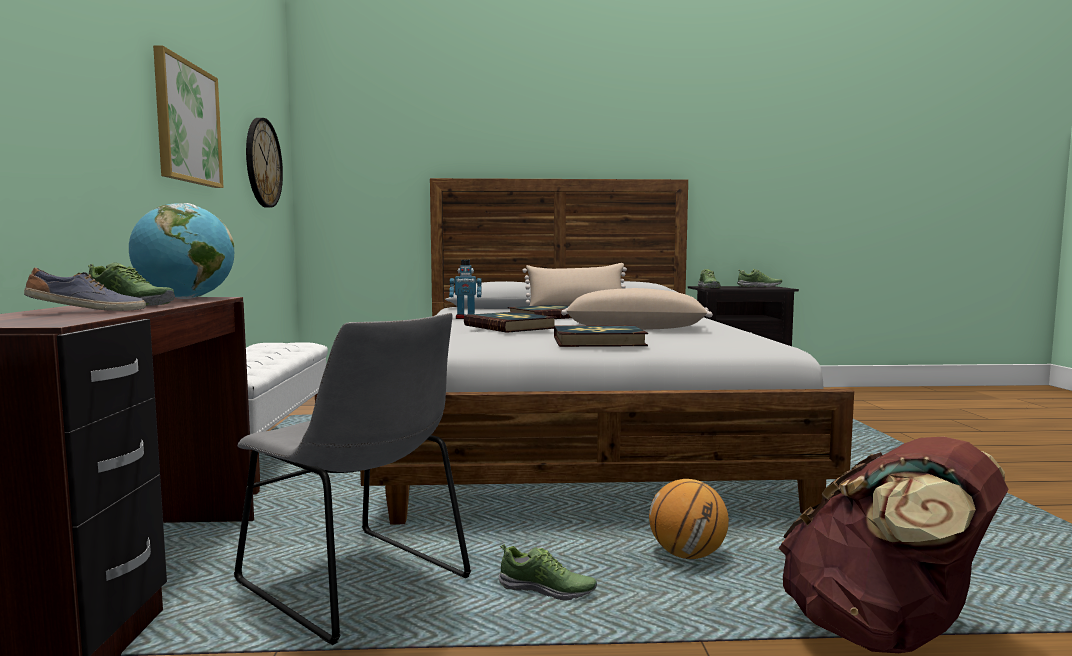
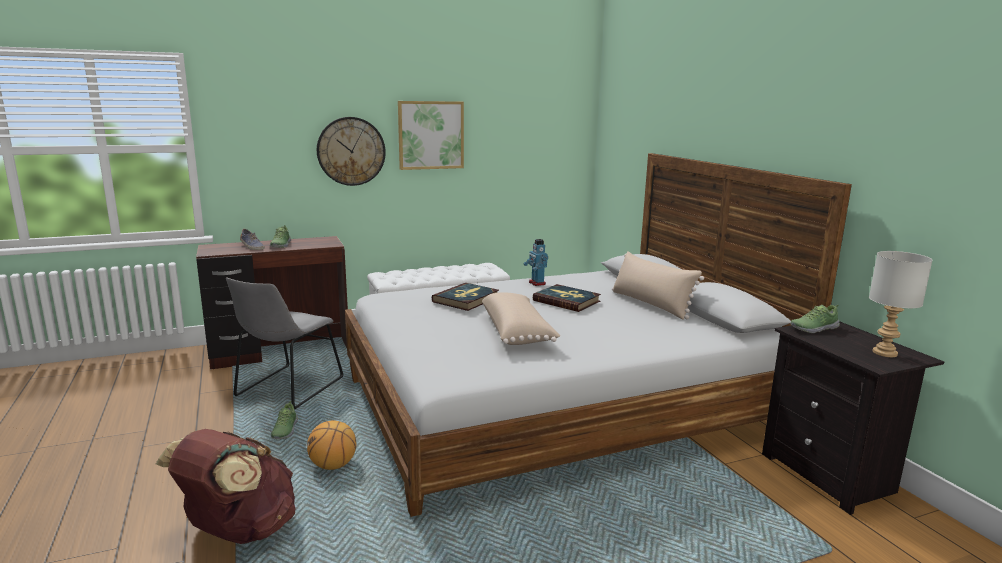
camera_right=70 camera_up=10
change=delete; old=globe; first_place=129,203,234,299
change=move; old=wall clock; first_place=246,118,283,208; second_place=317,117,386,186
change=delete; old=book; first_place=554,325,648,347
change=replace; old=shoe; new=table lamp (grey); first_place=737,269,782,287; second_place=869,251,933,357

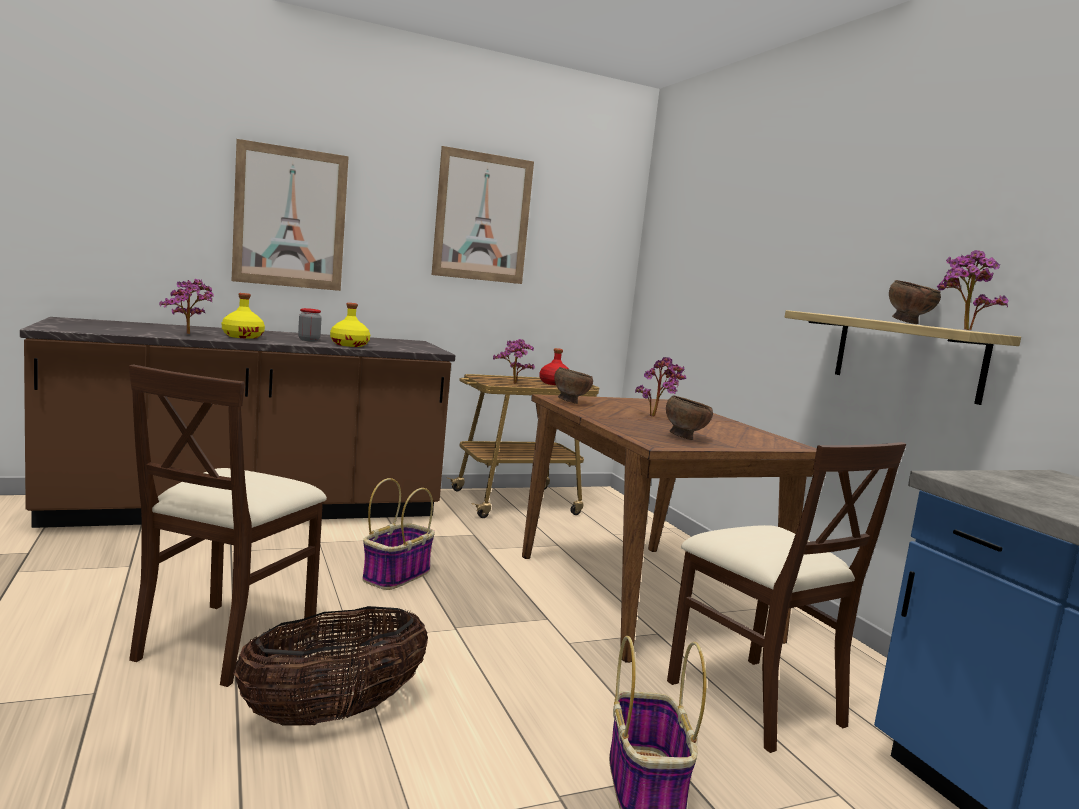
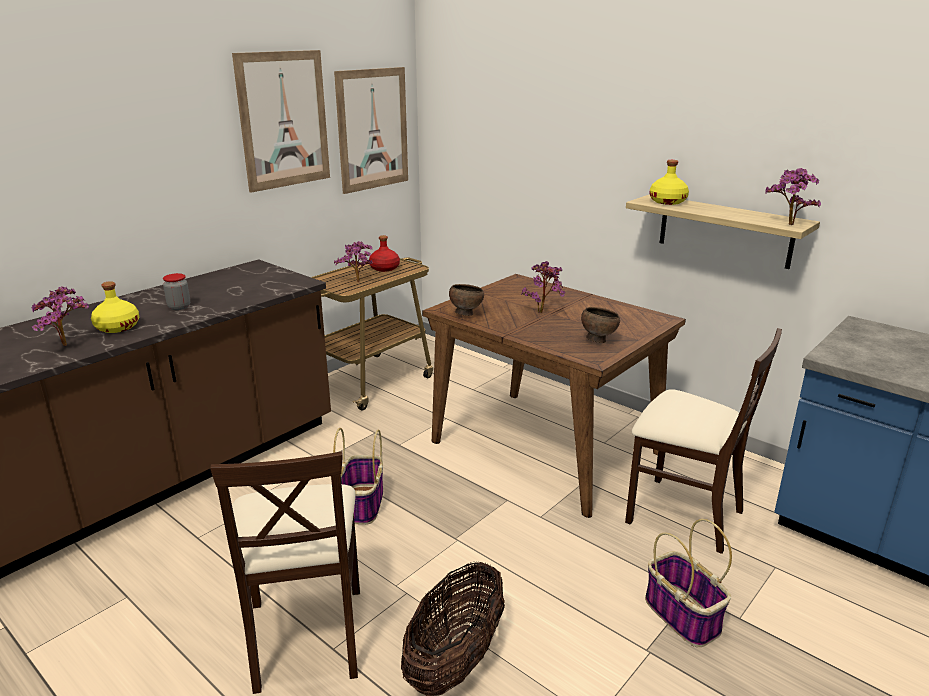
camera_right=-25 camera_up=15
change=move; old=picture; first_place=232,139,349,291; second_place=334,67,408,194
change=move; old=bottle (yellow); first_place=330,303,370,347; second_place=649,160,689,205
change=delete; old=bowl (brown); first_place=889,280,941,324

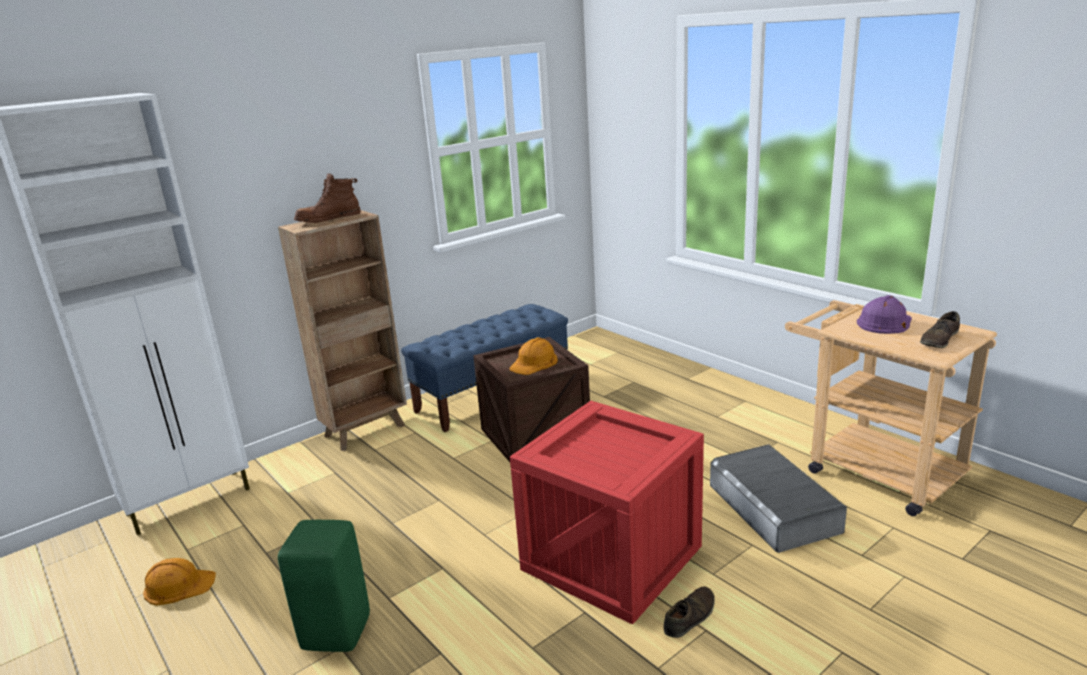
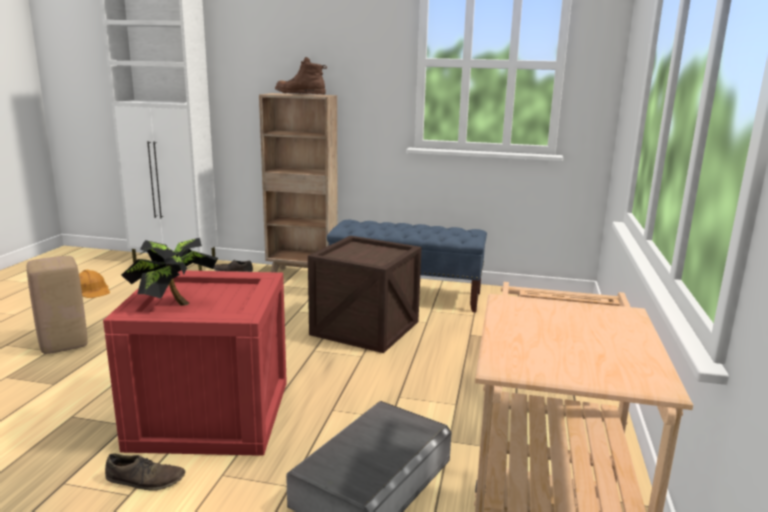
camera_right=50 camera_up=-5
change=recolor; old=stool (green); new=stool (beige); first_place=278,520,370,652; second_place=27,256,88,354
change=delete; old=hard hat (orange); first_place=510,337,558,375
change=delete; old=hard hat (purple); first_place=857,295,912,334
change=move; old=shoe (brown); first_place=920,311,960,348; second_place=213,260,253,272
change=insert; new=potted plant; second_place=121,238,218,306

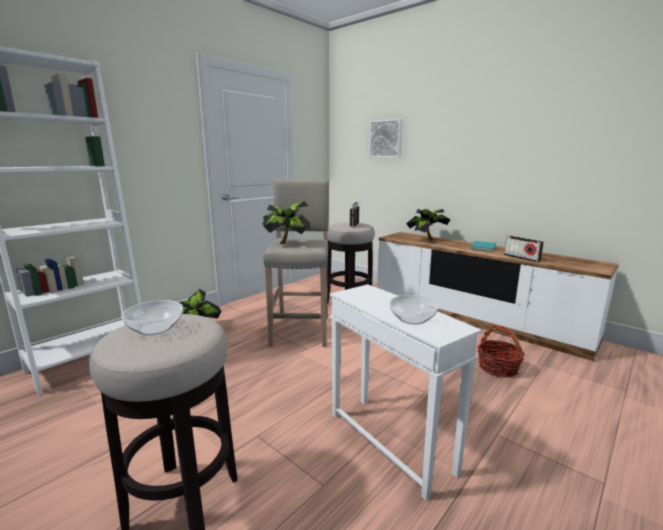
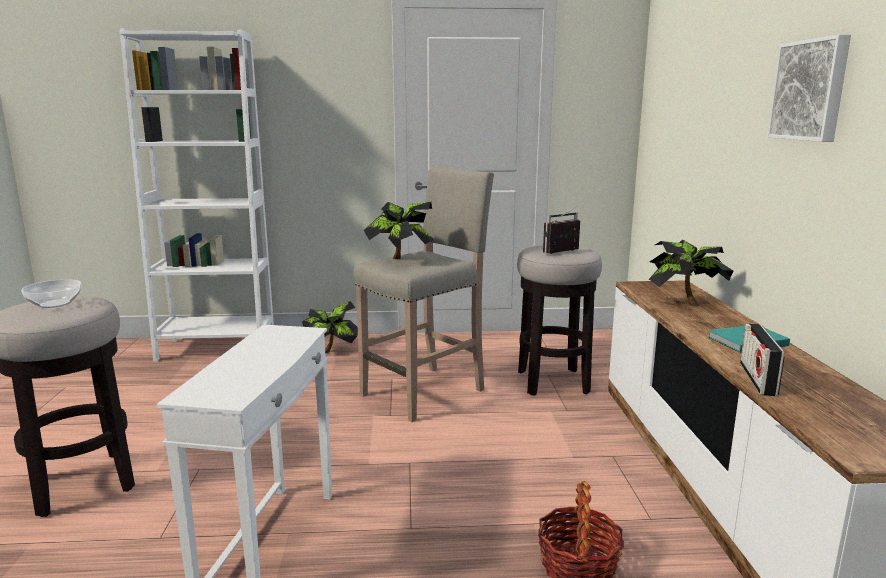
camera_right=45 camera_up=0
change=move; old=picture; first_place=369,119,403,157; second_place=767,34,851,142
change=delete; old=bowl; first_place=389,295,439,325

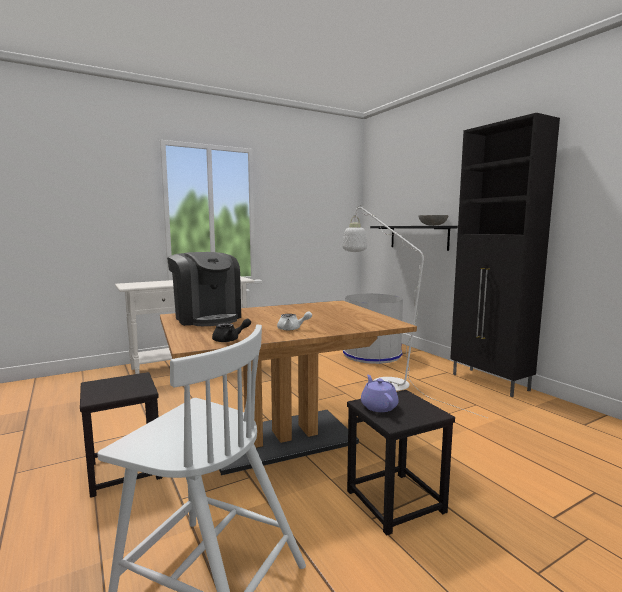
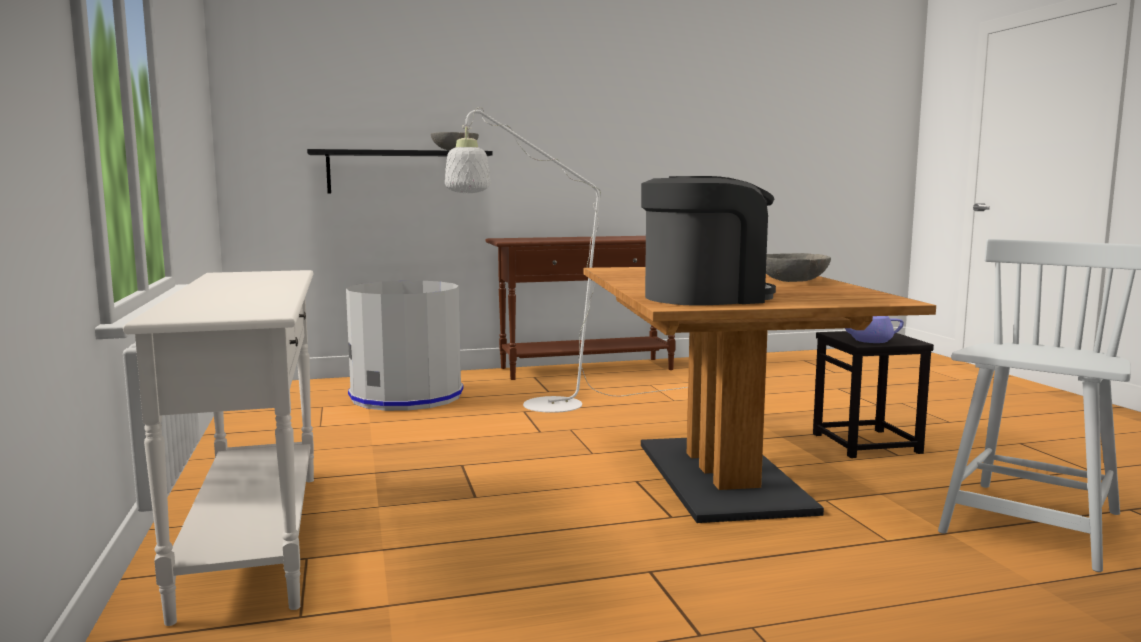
camera_right=-75 camera_up=0
change=delete; old=stool (black); first_place=80,372,162,498
change=delete; old=teapot (black); first_place=212,318,251,342
change=replace; old=teapot (white); new=bowl (grey); first_place=277,311,312,330; second_place=766,253,831,282
change=replace; old=cabinet (black); new=console table (brown); first_place=450,113,560,397; second_place=486,236,676,380

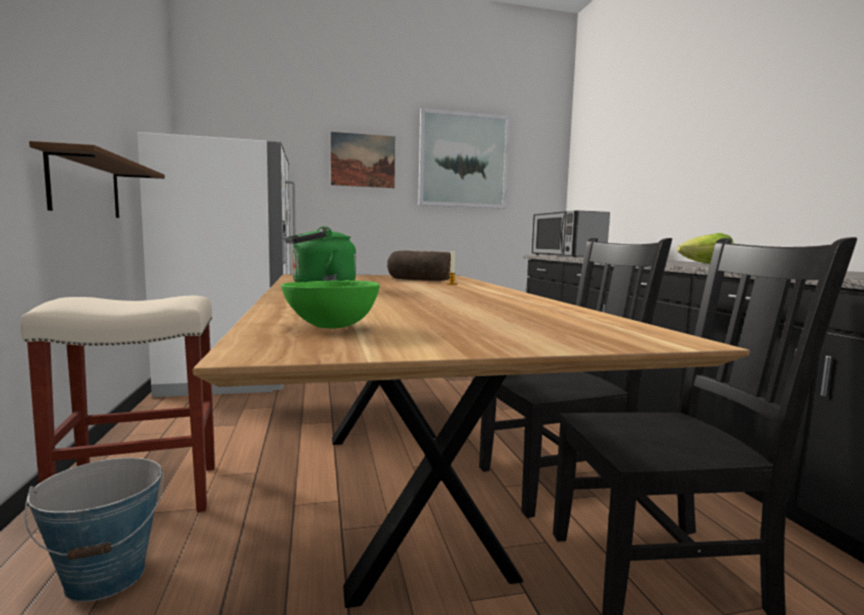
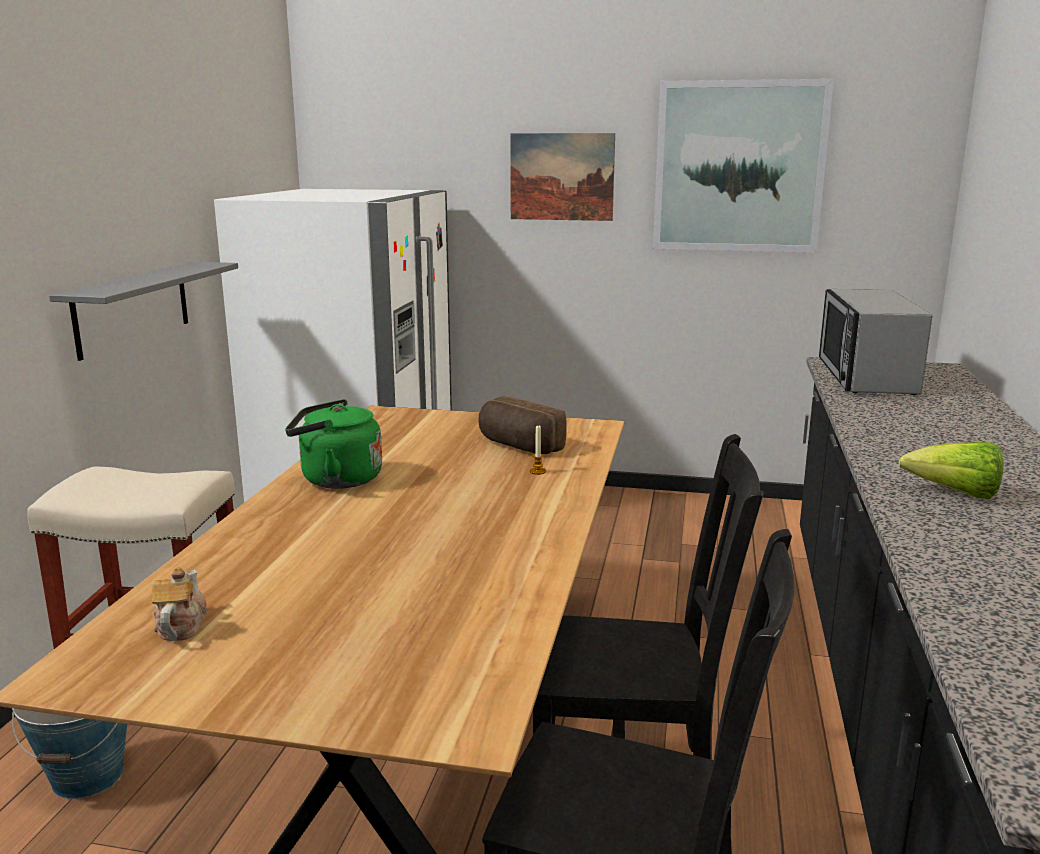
camera_right=25 camera_up=10
change=recolor; old=shelf (brown); new=shelf (grey); first_place=29,141,165,218; second_place=49,262,238,361
change=replace; old=bowl (green); new=teapot; first_place=281,280,380,328; second_place=151,567,208,641

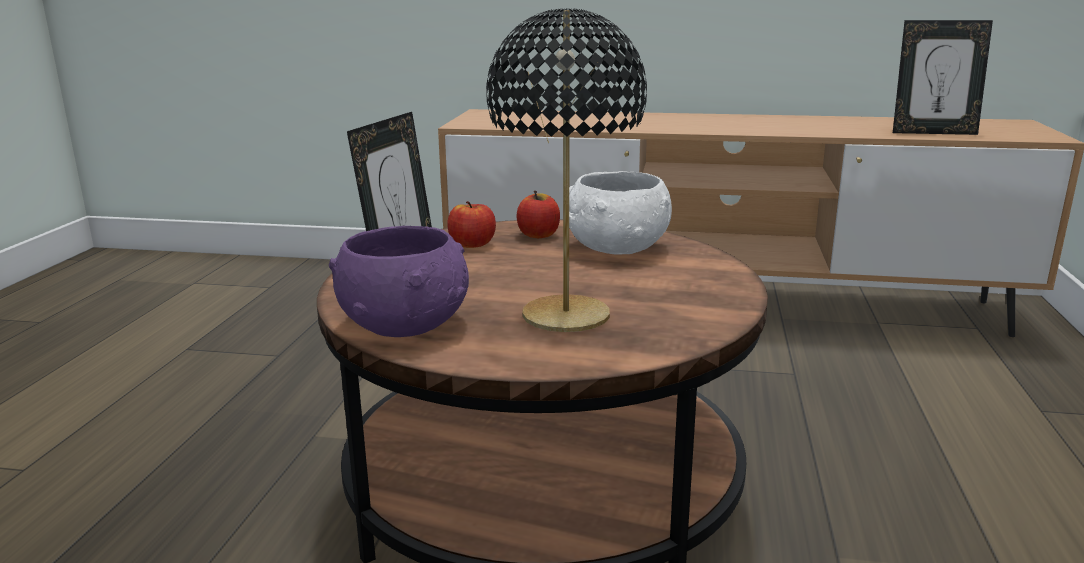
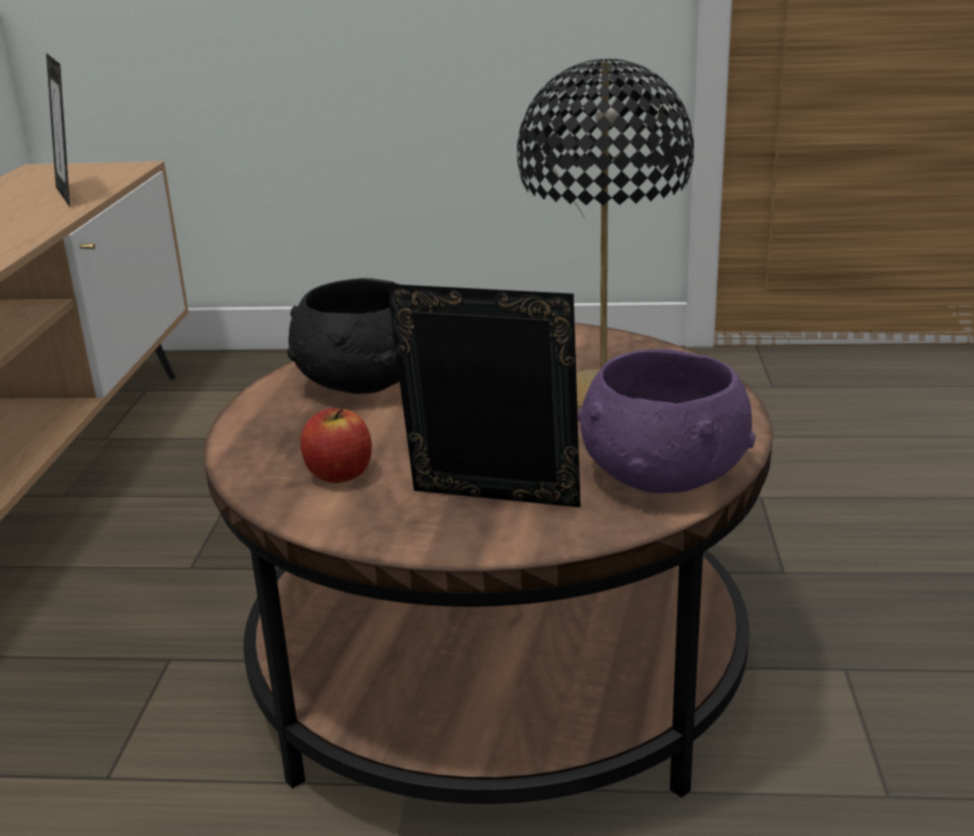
camera_right=-95 camera_up=5
change=delete; old=apple; first_place=517,191,560,238
change=recolor; old=bowl (white); new=bowl (black); first_place=569,171,672,255; second_place=287,278,401,394
change=rotate; old=picture frame; first_place=893,20,993,135; second_place=46,53,70,207; degrees=150

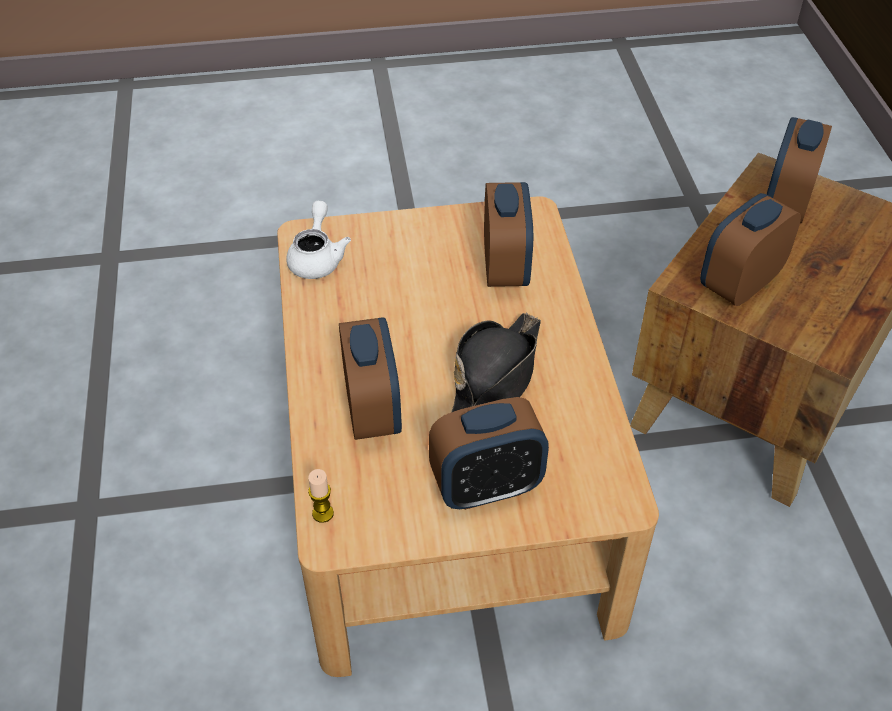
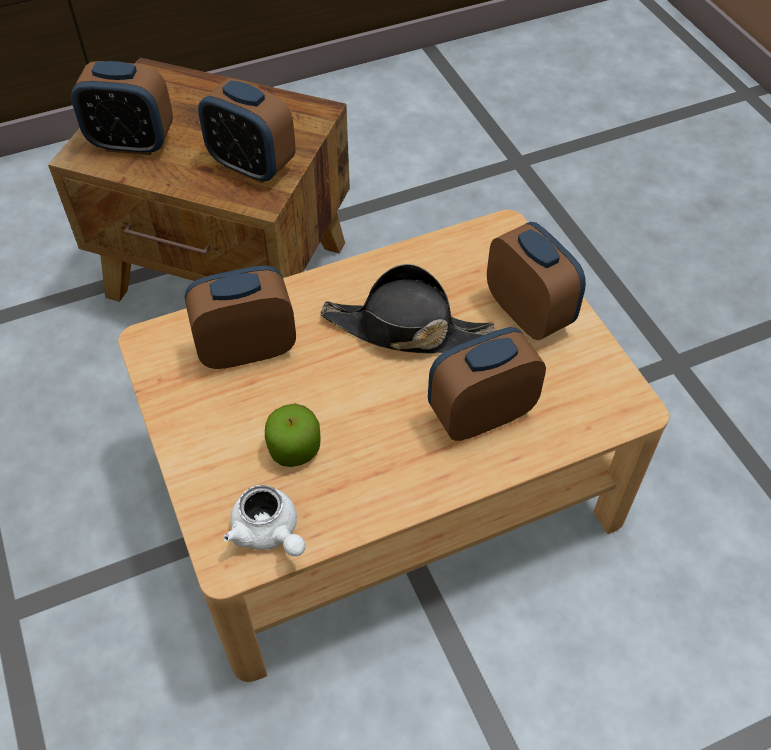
camera_right=-105 camera_up=5
change=rotate; old=teapot (white); first_place=286,201,351,279; second_place=223,485,305,556; degrees=-120
change=delete; old=candle; first_place=308,469,334,523
change=insert; new=apple; second_place=265,404,321,467

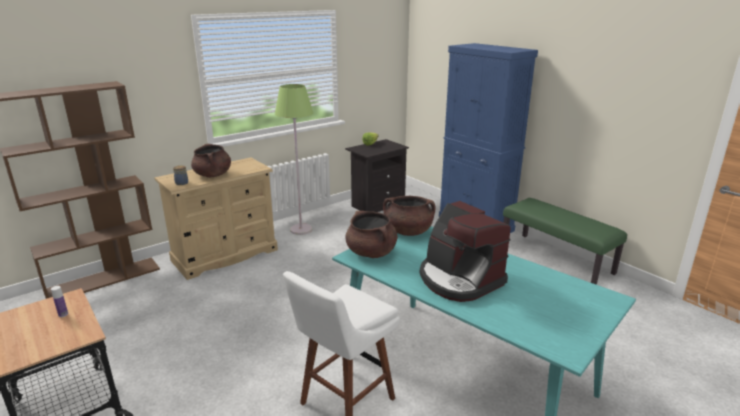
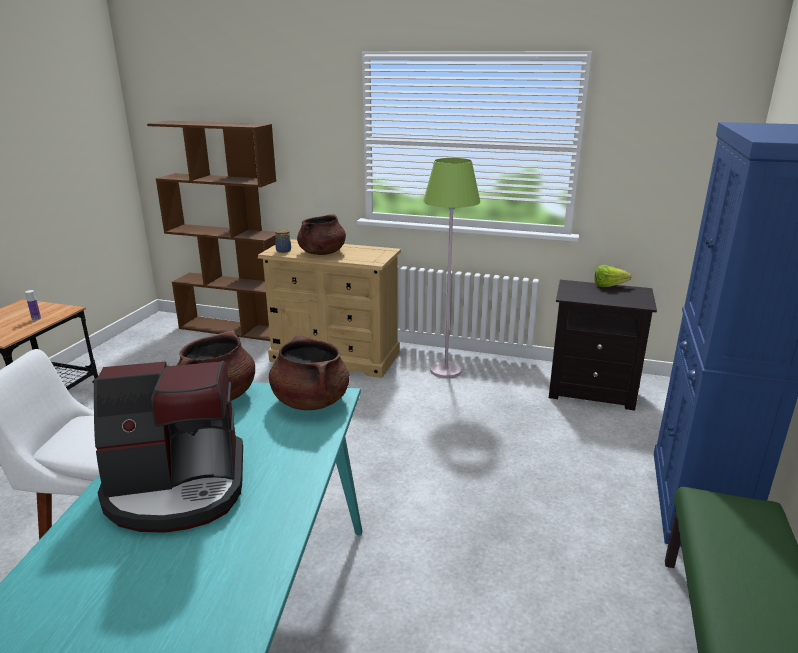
camera_right=55 camera_up=0
change=rotate; old=coffee machine; first_place=420,201,511,302; second_place=94,361,243,533; degrees=-120

